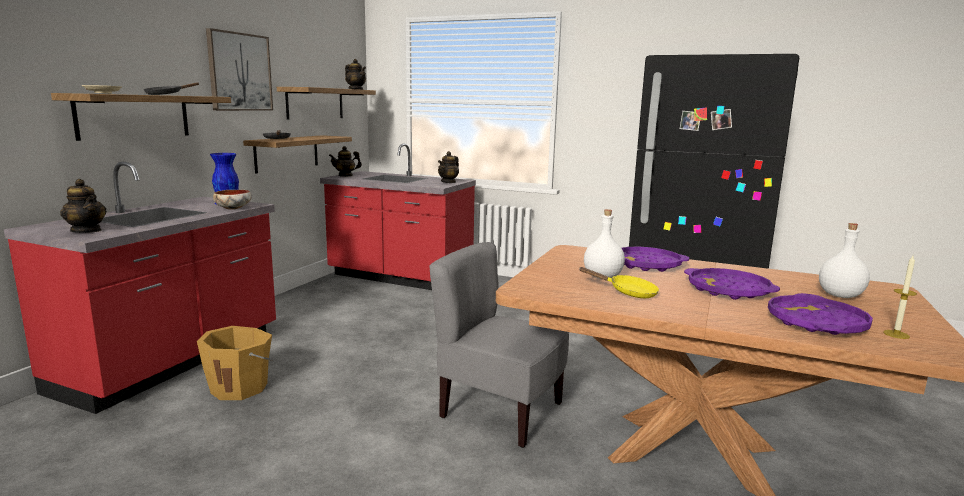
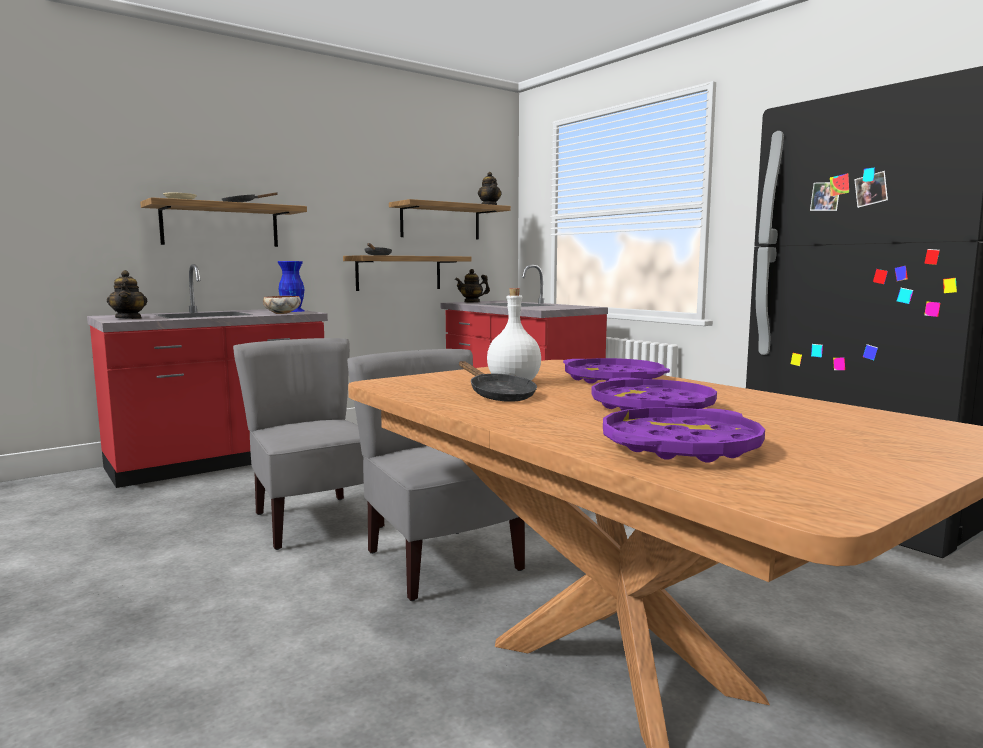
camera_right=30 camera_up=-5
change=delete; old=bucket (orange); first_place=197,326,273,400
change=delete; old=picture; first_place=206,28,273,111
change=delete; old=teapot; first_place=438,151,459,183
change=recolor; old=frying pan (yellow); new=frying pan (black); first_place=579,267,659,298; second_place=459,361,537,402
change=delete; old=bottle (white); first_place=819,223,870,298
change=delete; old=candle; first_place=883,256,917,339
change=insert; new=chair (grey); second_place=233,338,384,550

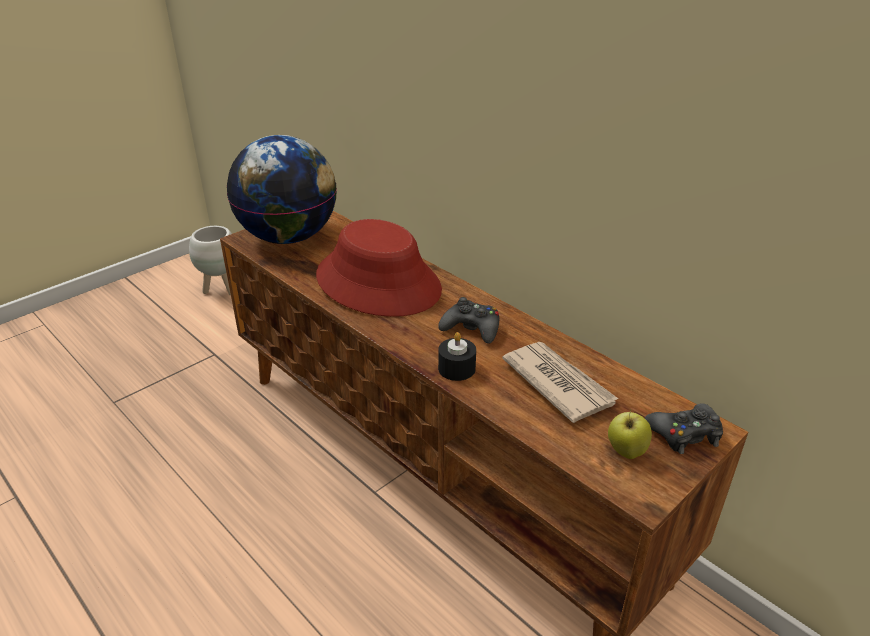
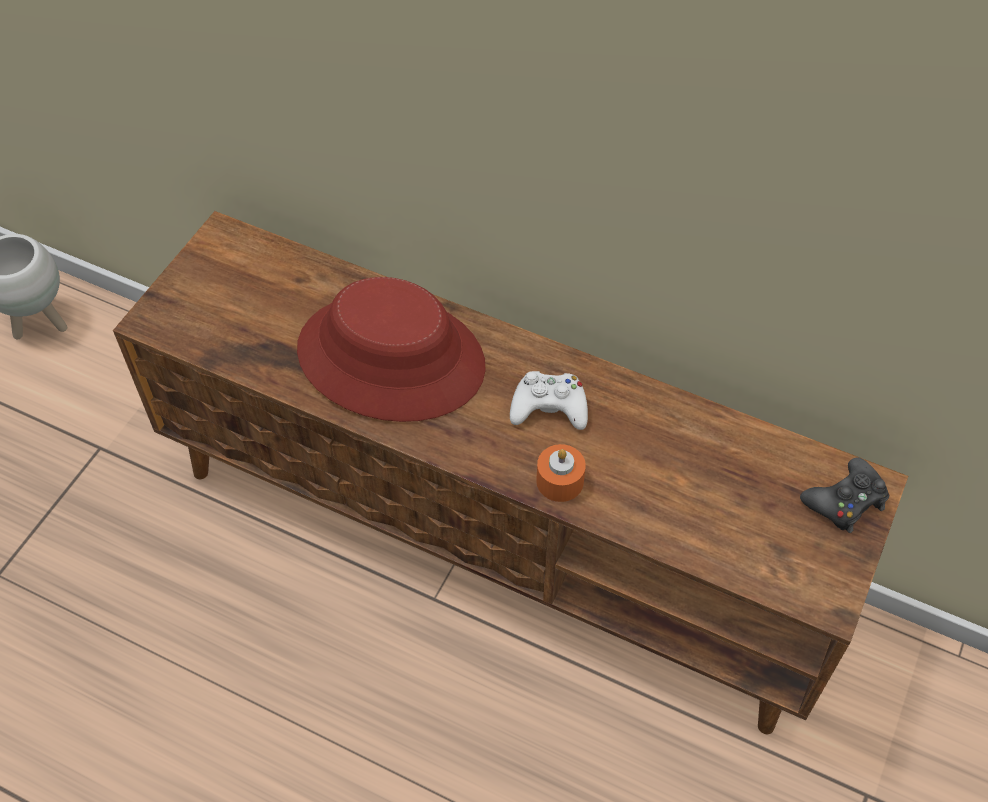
camera_right=-20 camera_up=20
change=delete; old=globe; first_place=227,135,337,244
change=recolor; old=game controller (black); new=game controller (white); first_place=438,297,499,344; second_place=510,371,588,430
change=recolor; old=candle (black); new=candle (orange); first_place=438,332,476,381; second_place=536,444,586,502
change=delete; old=newspaper; first_place=502,342,618,423
change=delete; old=apple; first_place=608,410,652,459

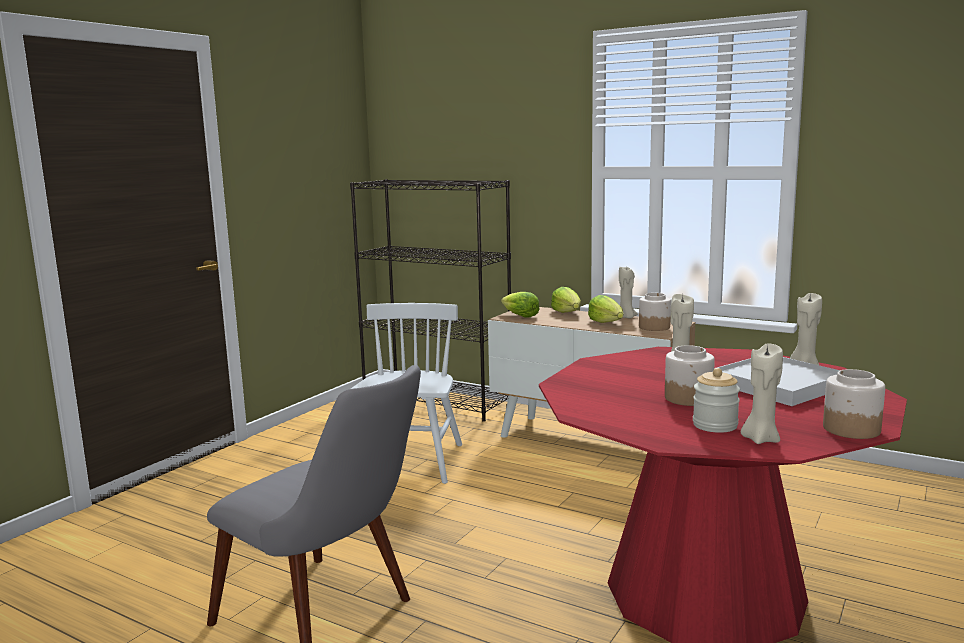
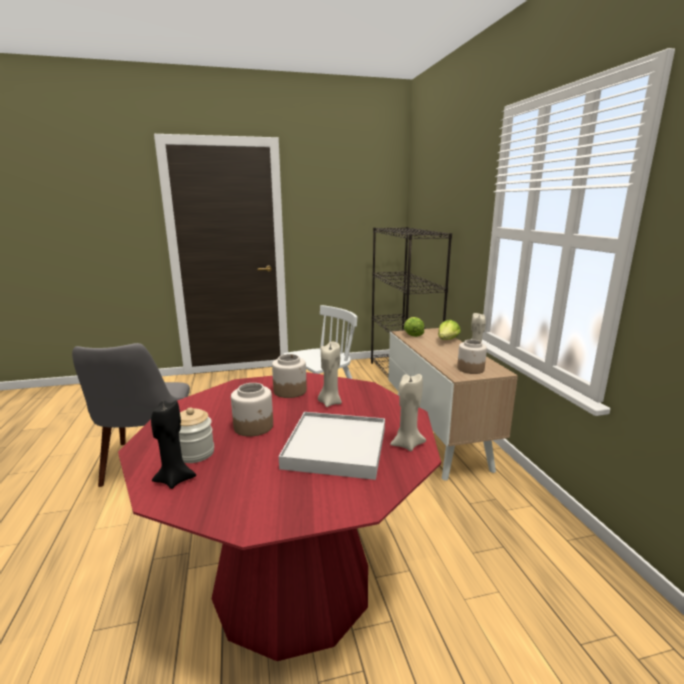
camera_right=45 camera_up=5
change=delete; old=lettuce; first_place=588,295,623,323
change=recolor; old=candle (beige); new=candle (black); first_place=741,343,783,444; second_place=151,400,196,489
change=move; old=jar; first_place=823,369,885,439; second_place=272,354,307,398

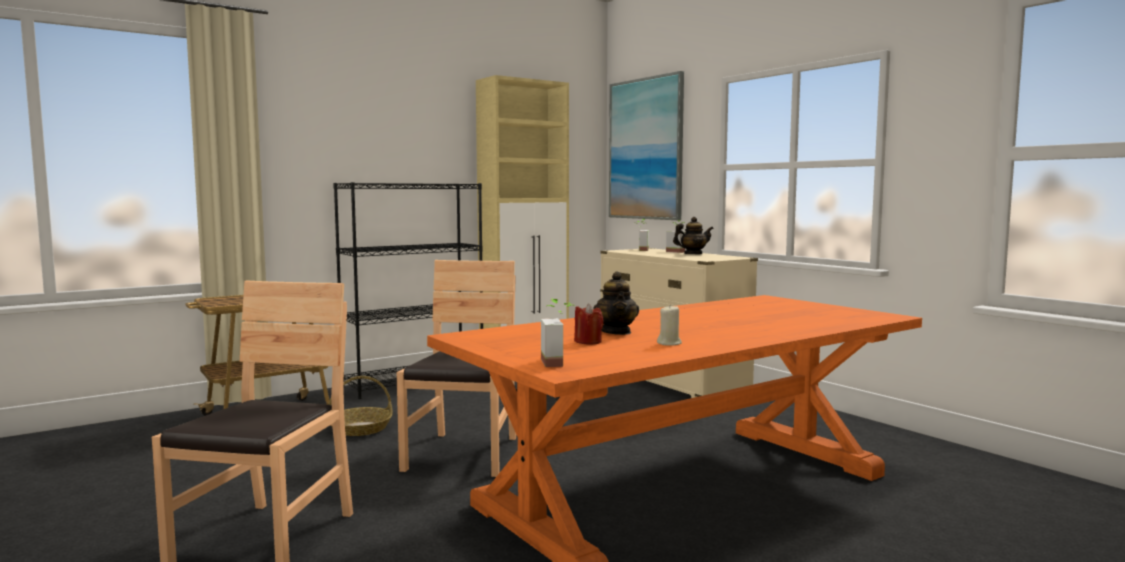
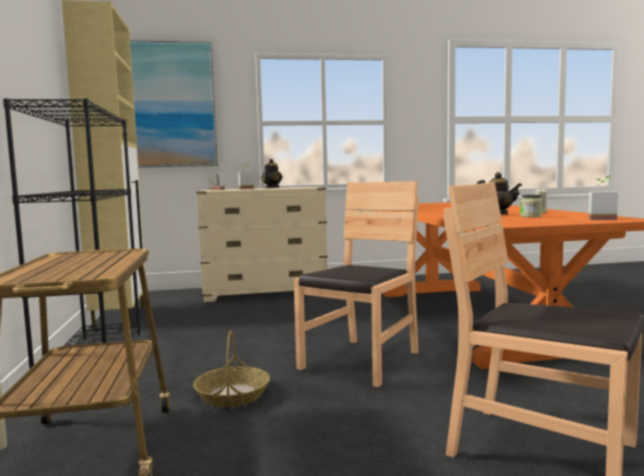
camera_right=-65 camera_up=0
change=rotate; old=chair (brown); first_place=396,260,516,477; second_place=294,181,419,387; degrees=90
change=replace; old=candle (red); new=jar; first_place=574,303,604,345; second_place=520,195,542,217

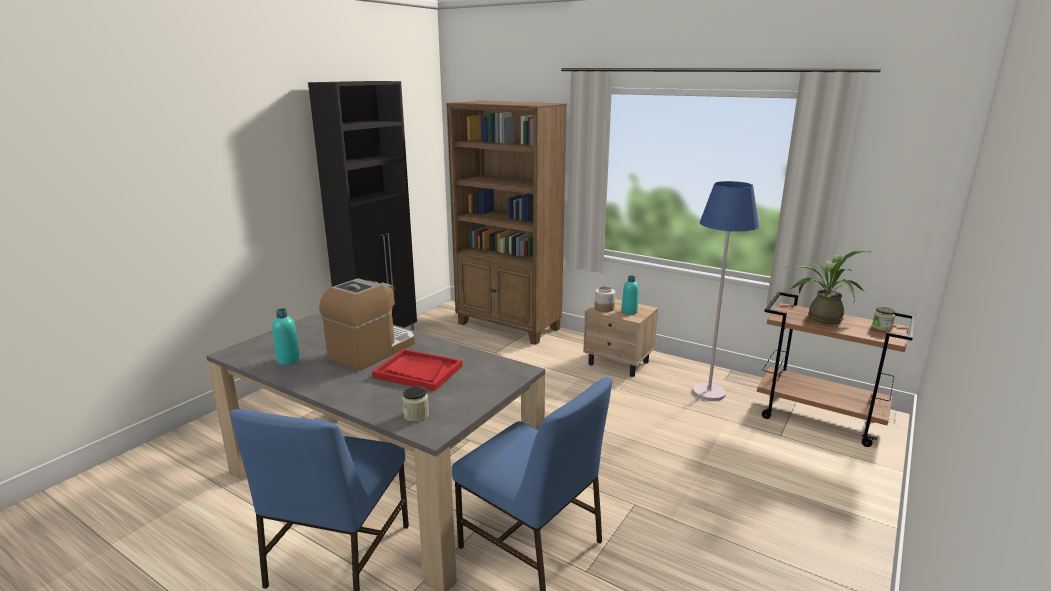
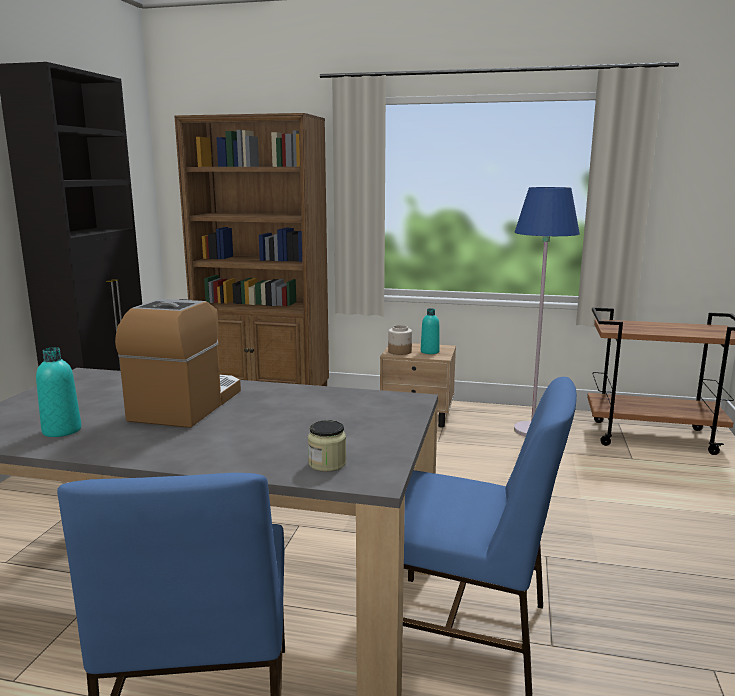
camera_right=-20 camera_up=-5
change=delete; old=tray (red); first_place=372,349,463,391
change=delete; old=potted plant; first_place=787,250,871,324
change=delete; old=jar; first_place=872,307,895,331

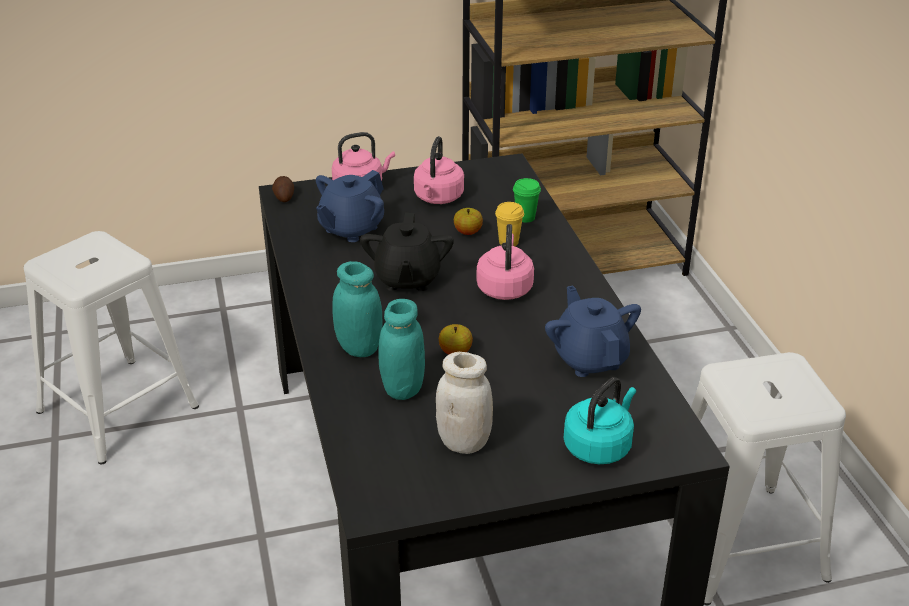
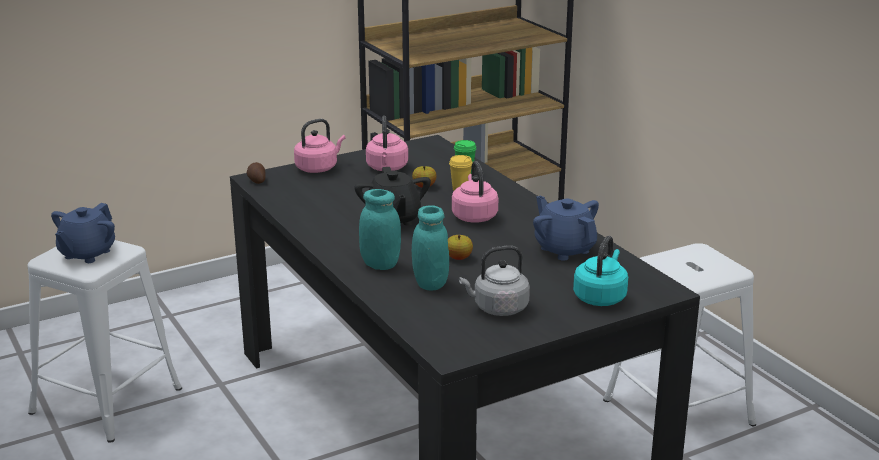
camera_right=-15 camera_up=-10
change=move; old=teapot (blue); first_place=316,170,384,242; second_place=51,203,115,263
change=replace; old=jar (white); new=kettle (grey); first_place=436,352,493,454; second_place=459,245,530,316

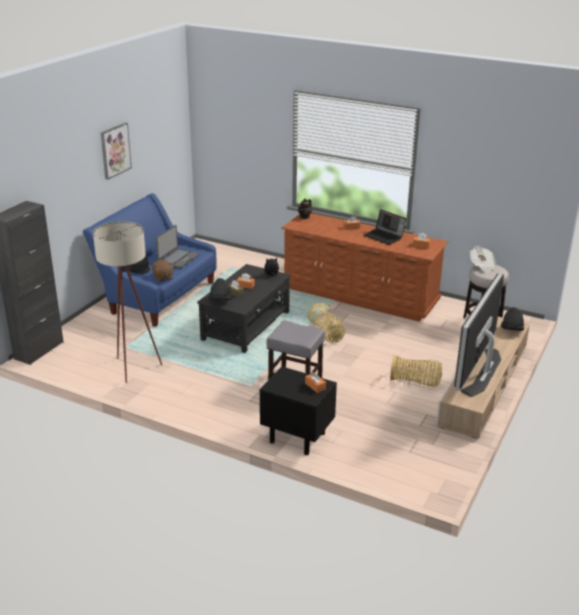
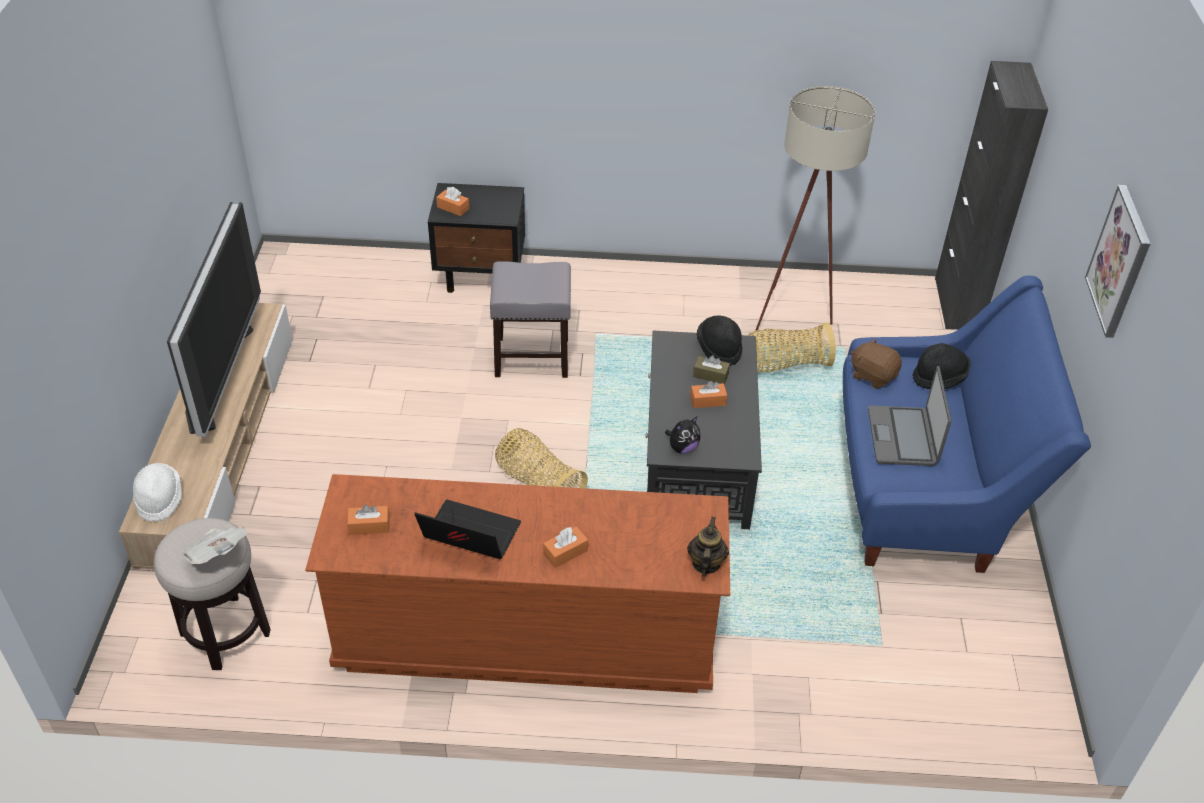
camera_right=155 camera_up=15
change=move; old=basket; first_place=390,354,442,387; second_place=748,323,836,372
change=recolor; old=hat (black); new=hat (white); first_place=501,307,524,331; second_place=133,463,182,522

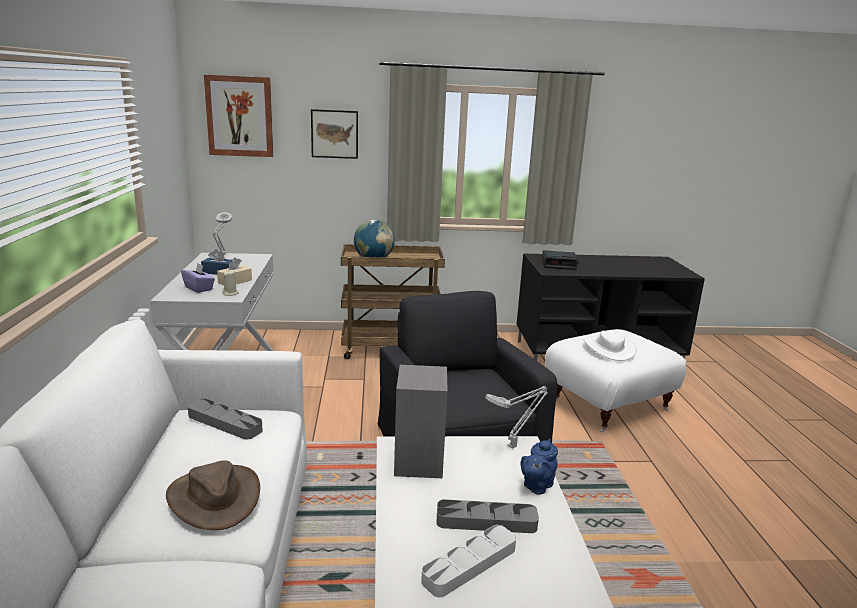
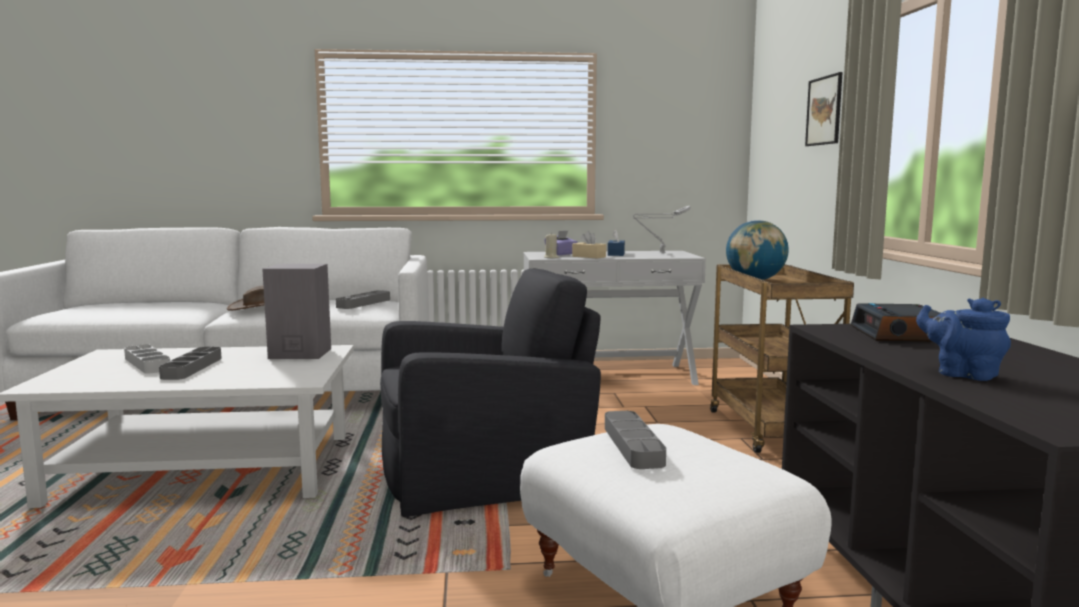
camera_right=90 camera_up=-10
change=delete; old=picture; first_place=204,75,273,157
change=delete; old=table lamp (grey); first_place=485,386,548,449
change=move; old=teapot (blue); first_place=521,439,558,495; second_place=916,298,1011,381
change=replace; old=hat (white); new=tray (grey); first_place=584,330,637,361; second_place=605,411,666,469

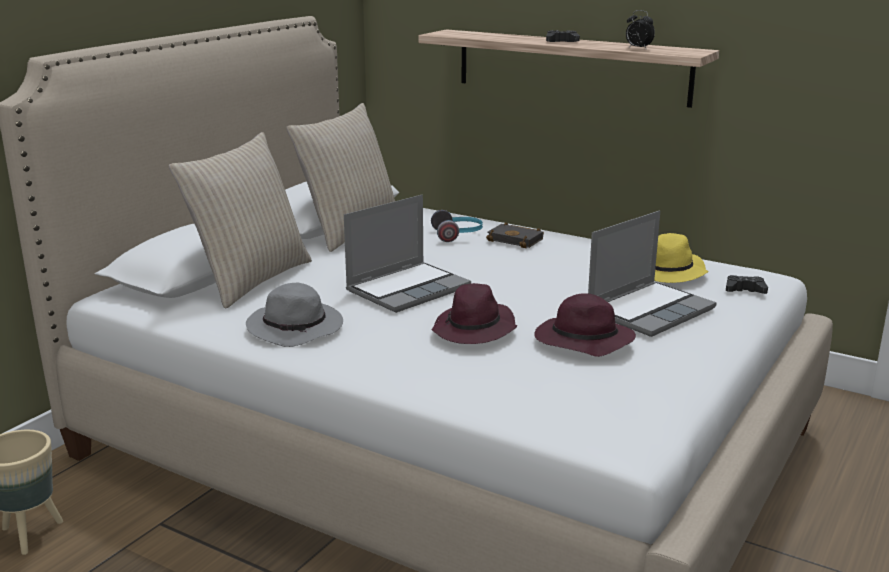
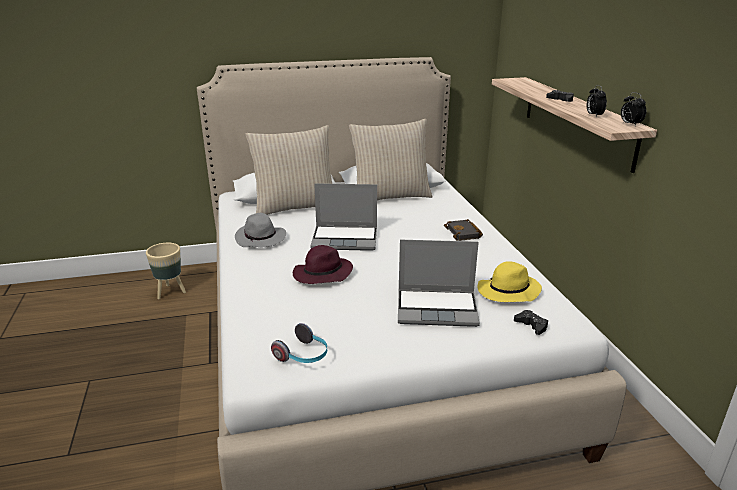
camera_right=45 camera_up=5
change=move; old=headphones; first_place=431,210,483,242; second_place=271,323,327,363
change=delete; old=hat (purple); first_place=534,293,636,357
change=insert; new=alarm clock; second_place=621,92,646,126

